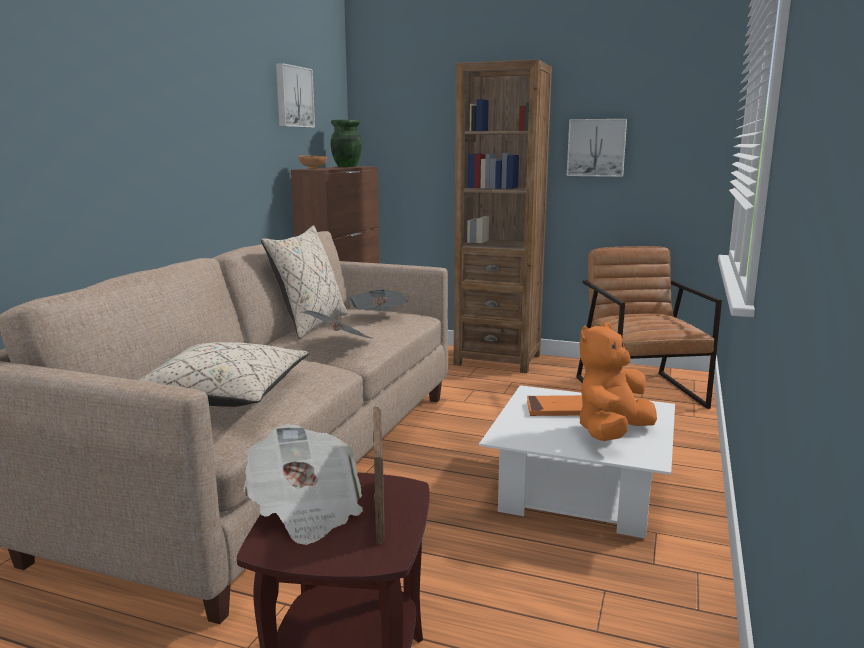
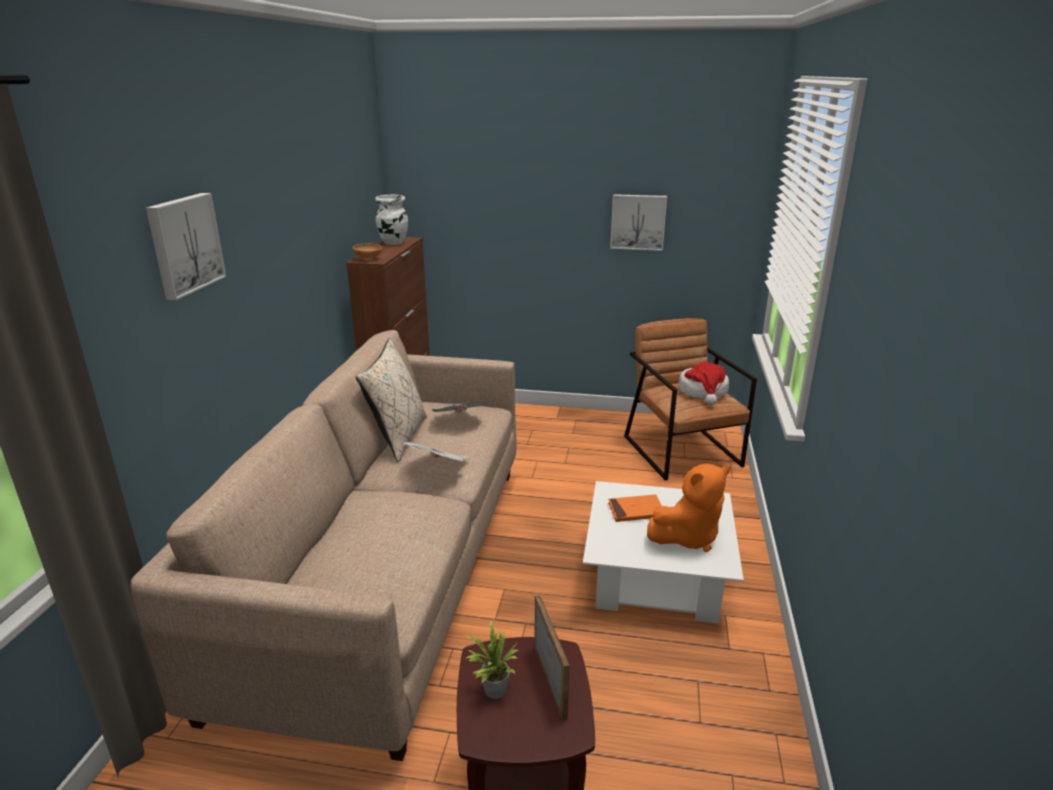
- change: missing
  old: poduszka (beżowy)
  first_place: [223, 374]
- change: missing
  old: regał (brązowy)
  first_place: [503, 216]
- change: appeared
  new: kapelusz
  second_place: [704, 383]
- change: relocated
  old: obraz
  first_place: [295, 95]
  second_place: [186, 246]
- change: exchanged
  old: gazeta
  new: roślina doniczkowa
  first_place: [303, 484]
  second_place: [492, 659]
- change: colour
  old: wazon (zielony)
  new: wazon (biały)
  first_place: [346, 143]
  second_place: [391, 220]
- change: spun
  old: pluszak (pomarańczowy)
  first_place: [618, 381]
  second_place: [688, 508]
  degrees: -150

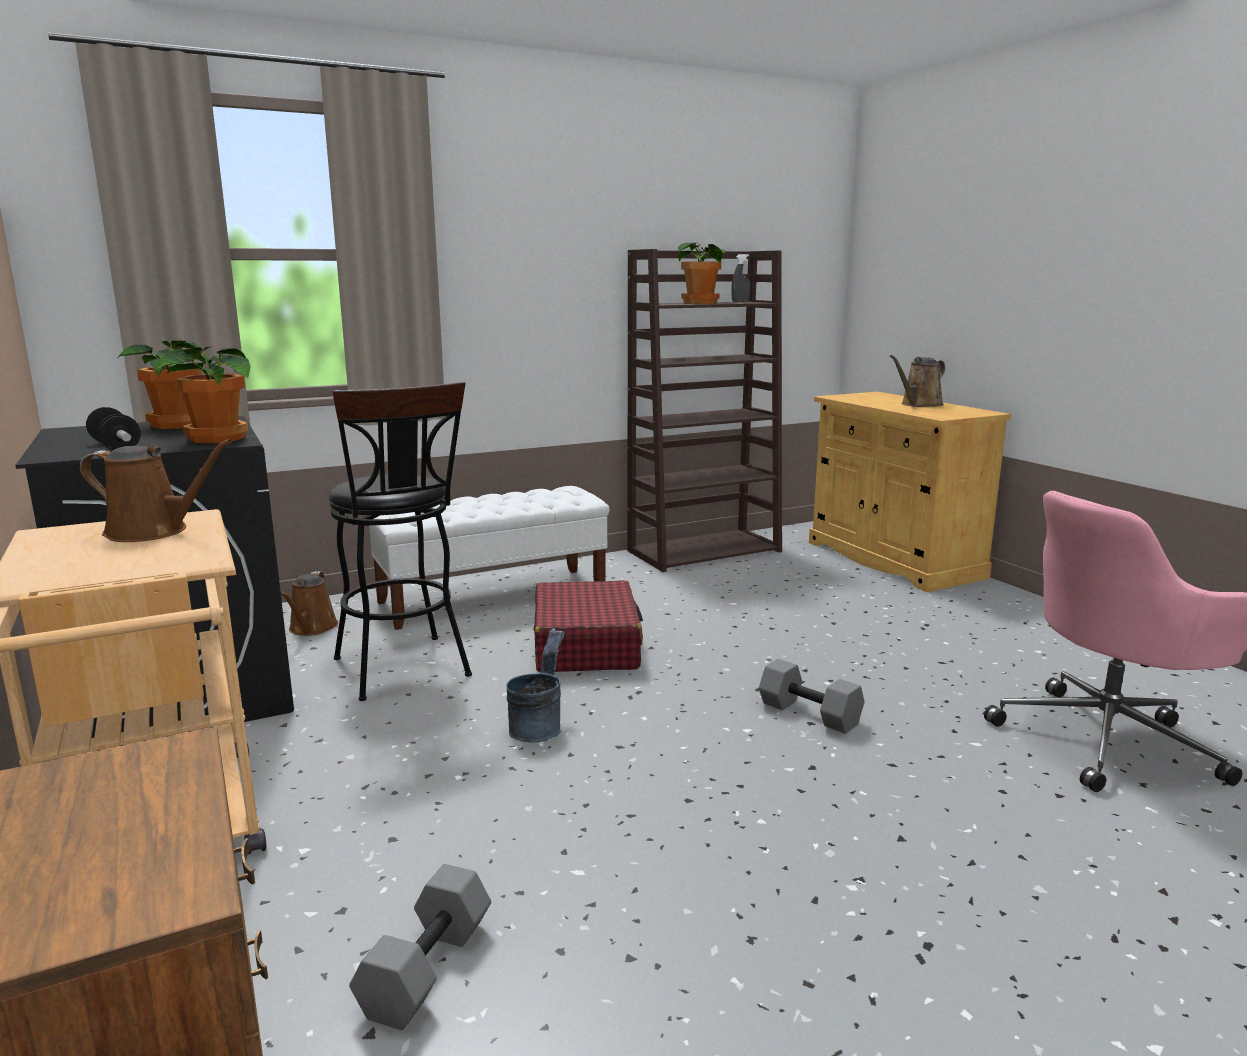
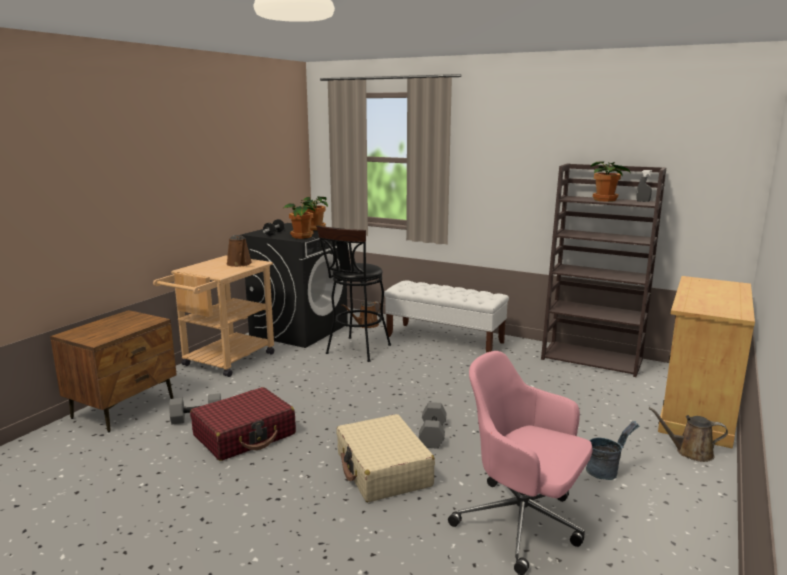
- change: appeared
  new: walizka (beżowy)
  second_place: [385, 458]
- change: relocated
  old: wiadro (szary)
  first_place: [535, 685]
  second_place: [612, 450]
- change: relocated
  old: walizka (czerwony)
  first_place: [588, 626]
  second_place: [243, 424]
- change: relocated
  old: konewka (brązowy)
  first_place: [917, 381]
  second_place: [688, 434]

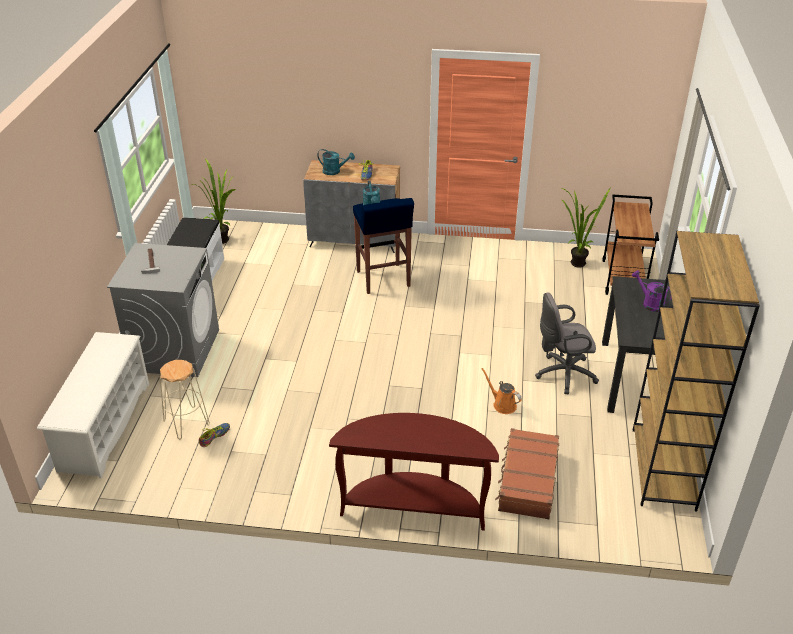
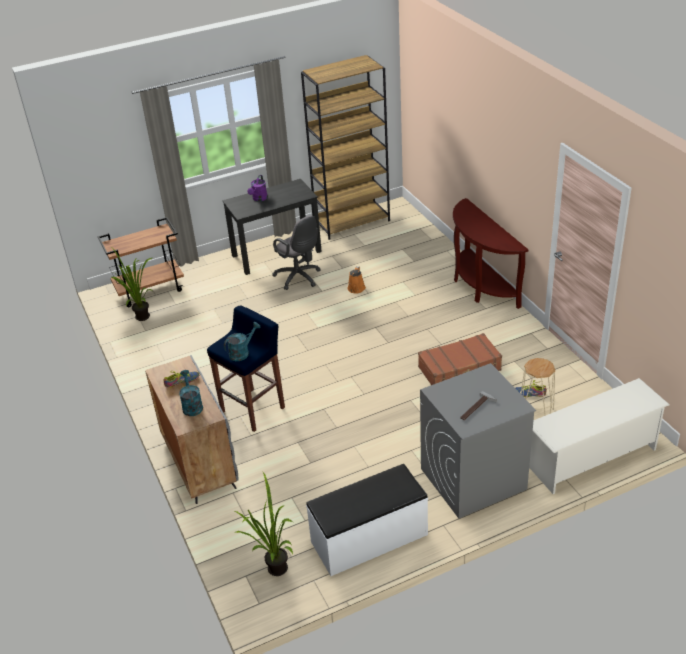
- change: relocated
  old: walizka (brązowy)
  first_place: [527, 473]
  second_place: [460, 359]

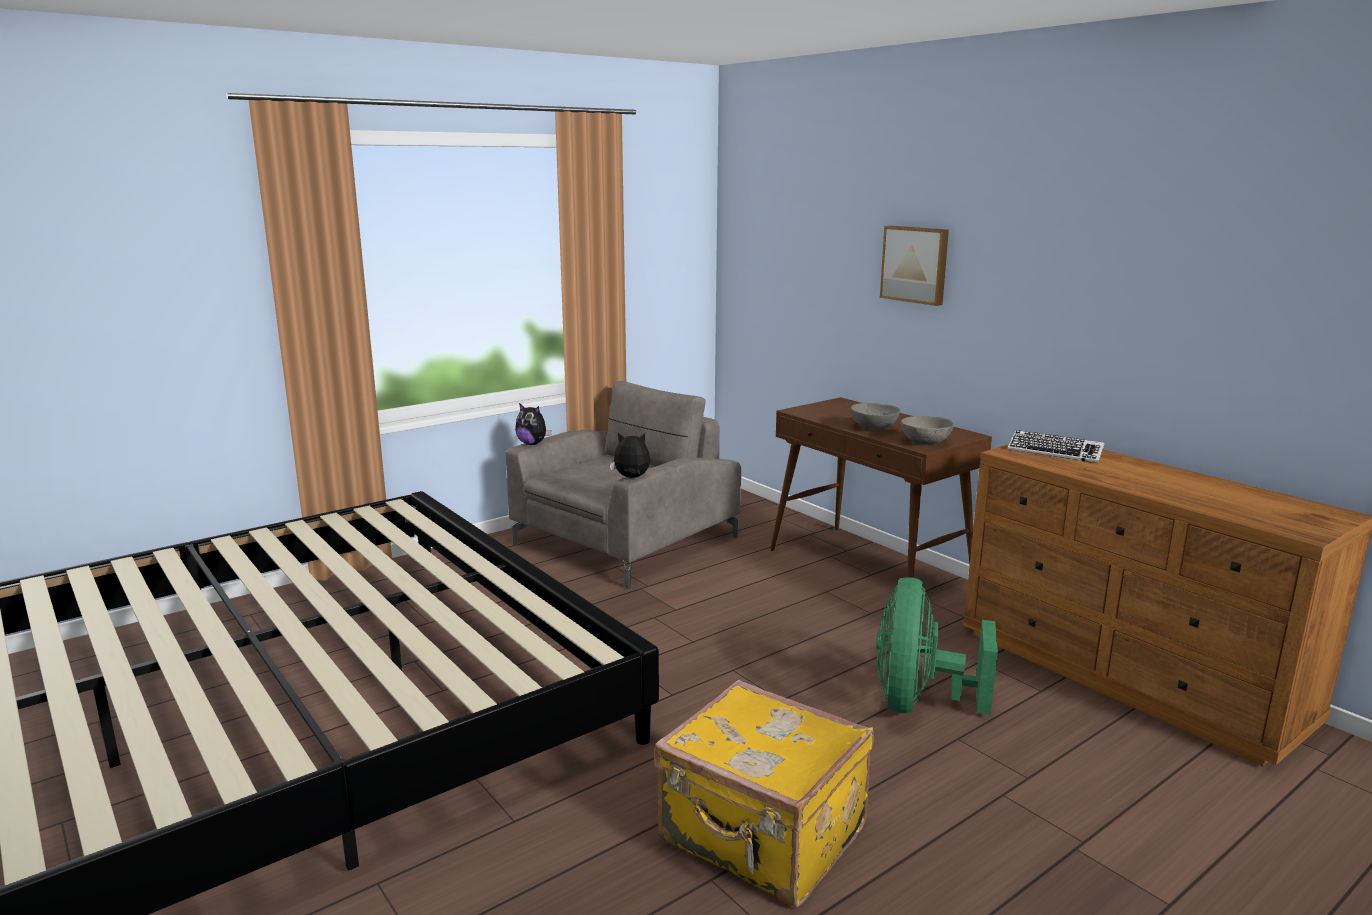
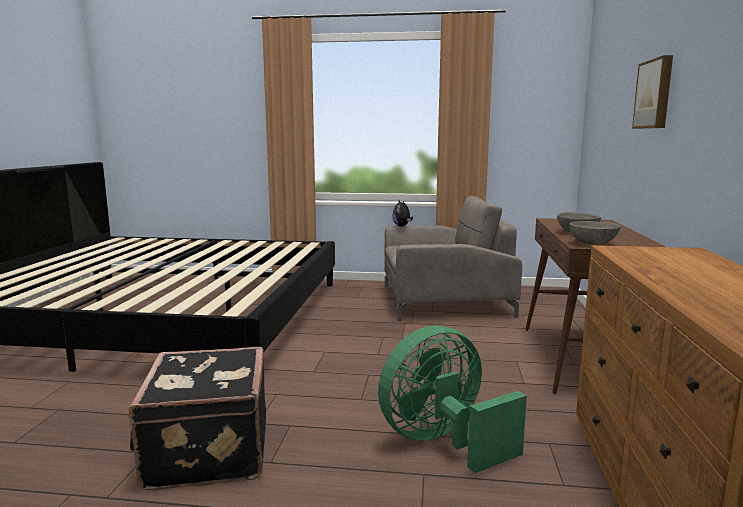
- change: missing
  old: pluszak
  first_place: [630, 455]
- change: missing
  old: klawiatura
  first_place: [1056, 446]
- change: colour
  old: walizka (żółty)
  new: walizka (czarny)
  first_place: [764, 793]
  second_place: [197, 418]

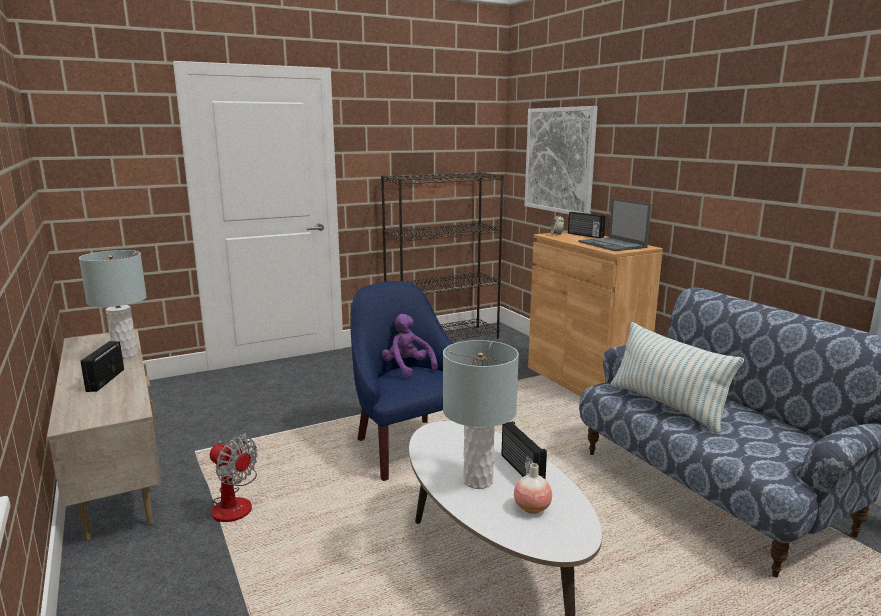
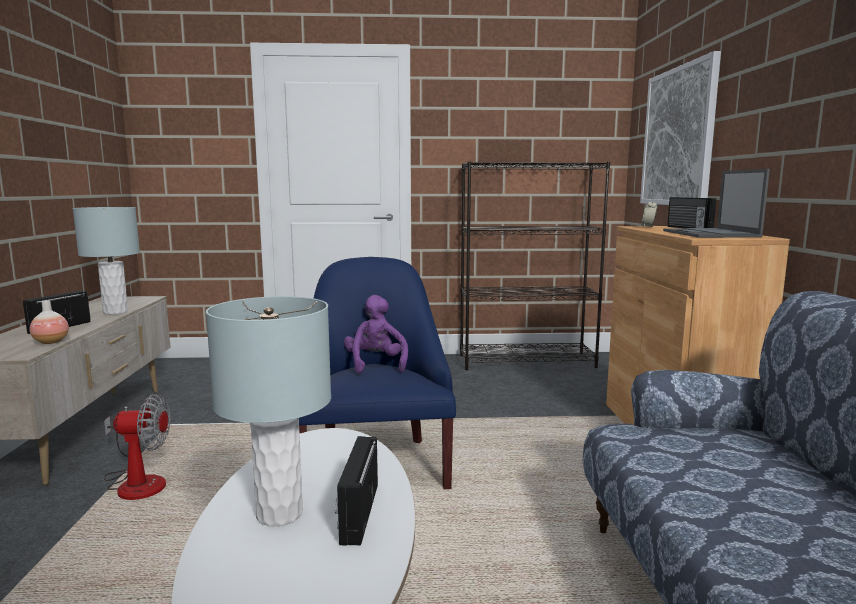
- change: missing
  old: poduszka
  first_place: [677, 378]
- change: relocated
  old: wazon
  first_place: [533, 488]
  second_place: [49, 322]
- change: spun
  old: wentylator
  first_place: [234, 477]
  second_place: [137, 447]
  degrees: -60

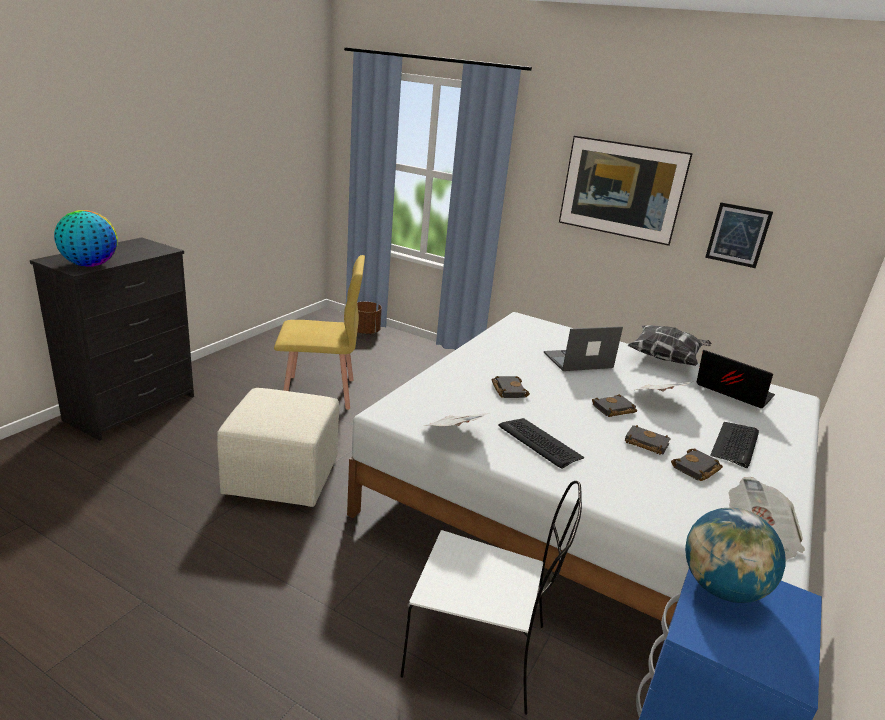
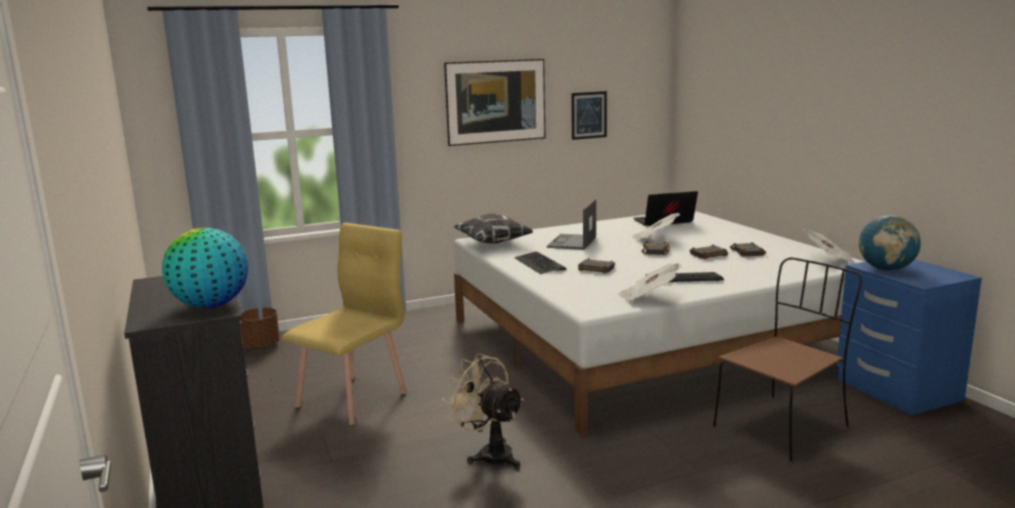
- change: relocated
  old: poduszka
  first_place: [670, 345]
  second_place: [493, 228]
- change: relocated
  old: klawiatura
  first_place: [734, 445]
  second_place: [540, 262]
- change: exchanged
  old: pufa (beżowy)
  new: wentylator (beżowy)
  first_place: [278, 447]
  second_place: [483, 411]
- change: colour
  old: krzesło (biały)
  new: krzesło (brązowy)
  first_place: [491, 598]
  second_place: [787, 359]

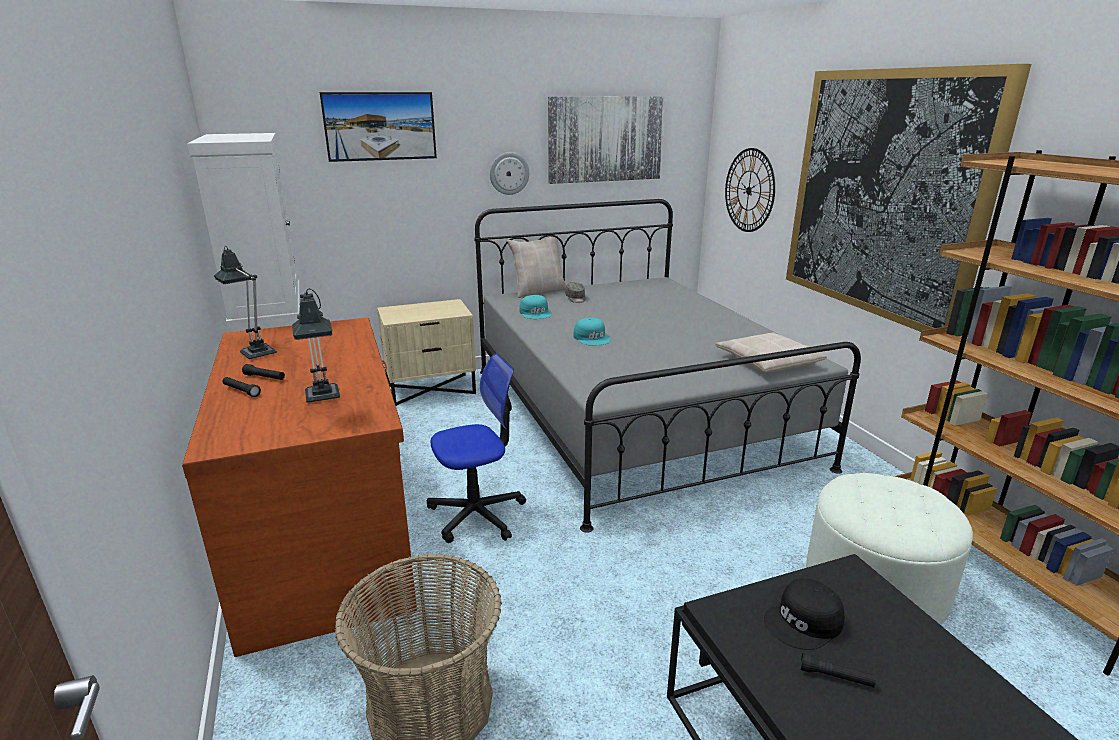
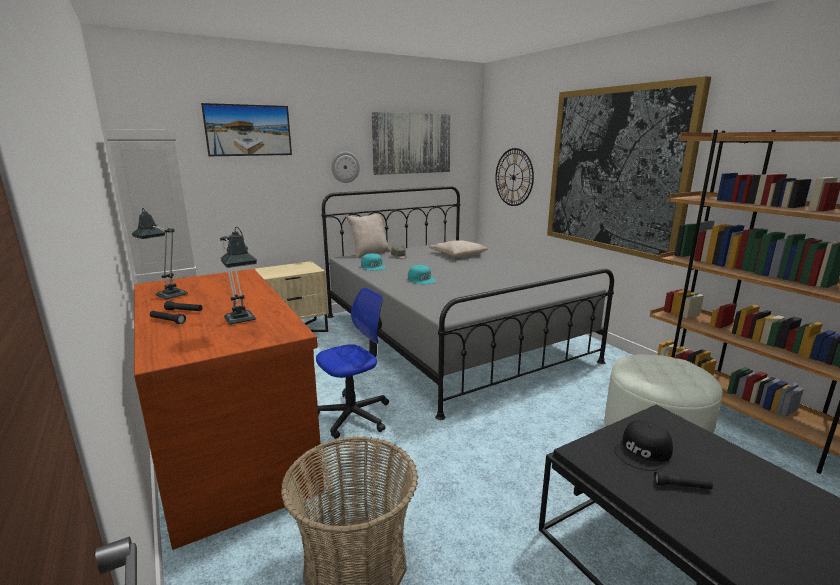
- change: relocated
  old: poduszka (beżowy)
  first_place: [771, 352]
  second_place: [458, 249]

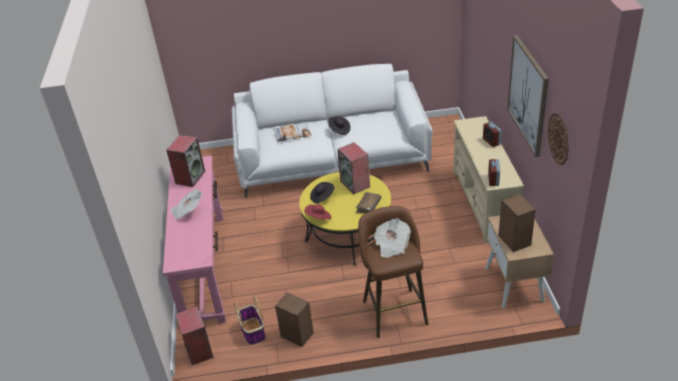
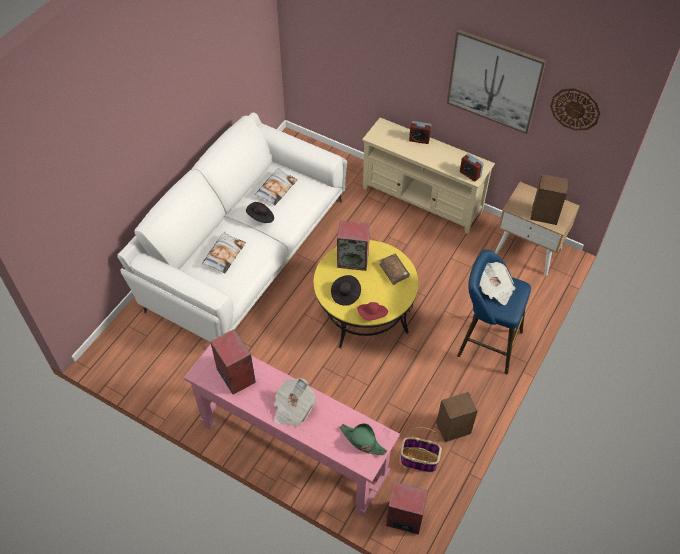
- change: appeared
  new: poduszka
  second_place: [276, 186]
- change: appeared
  new: kapelusz (zielony)
  second_place: [363, 439]
- change: colour
  old: stołek (brązowy)
  new: stołek (niebieski)
  first_place: [393, 272]
  second_place: [494, 311]

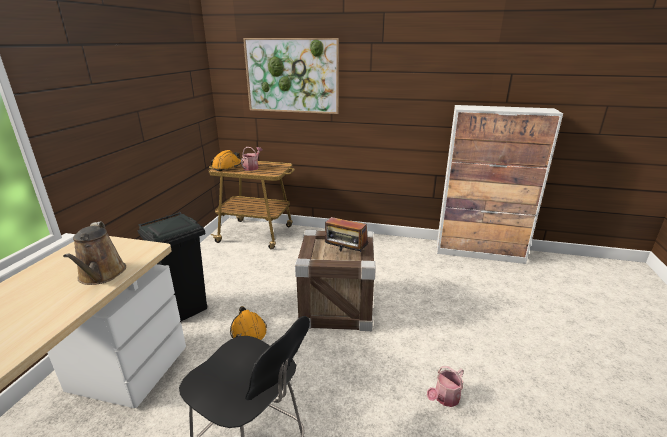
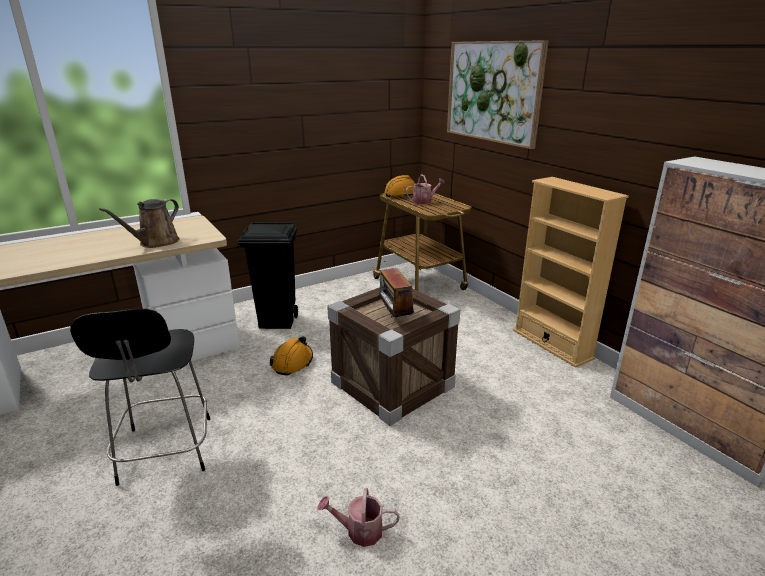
- change: appeared
  new: regał (beżowy)
  second_place: [571, 272]

